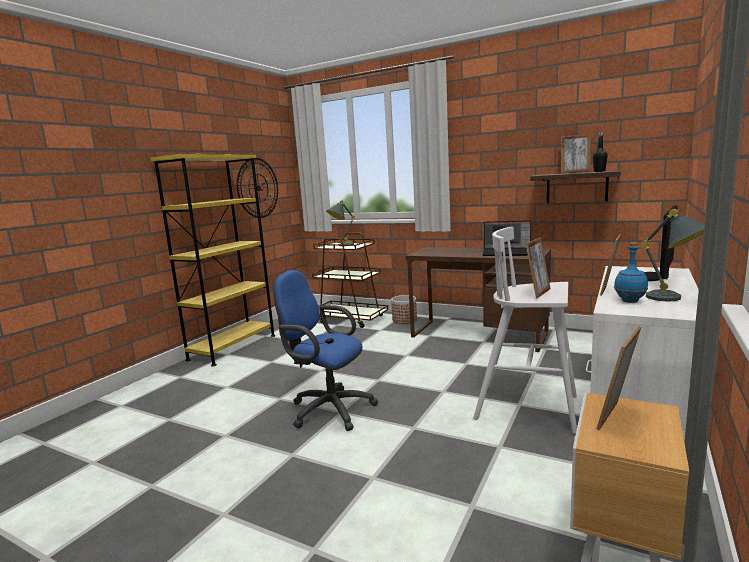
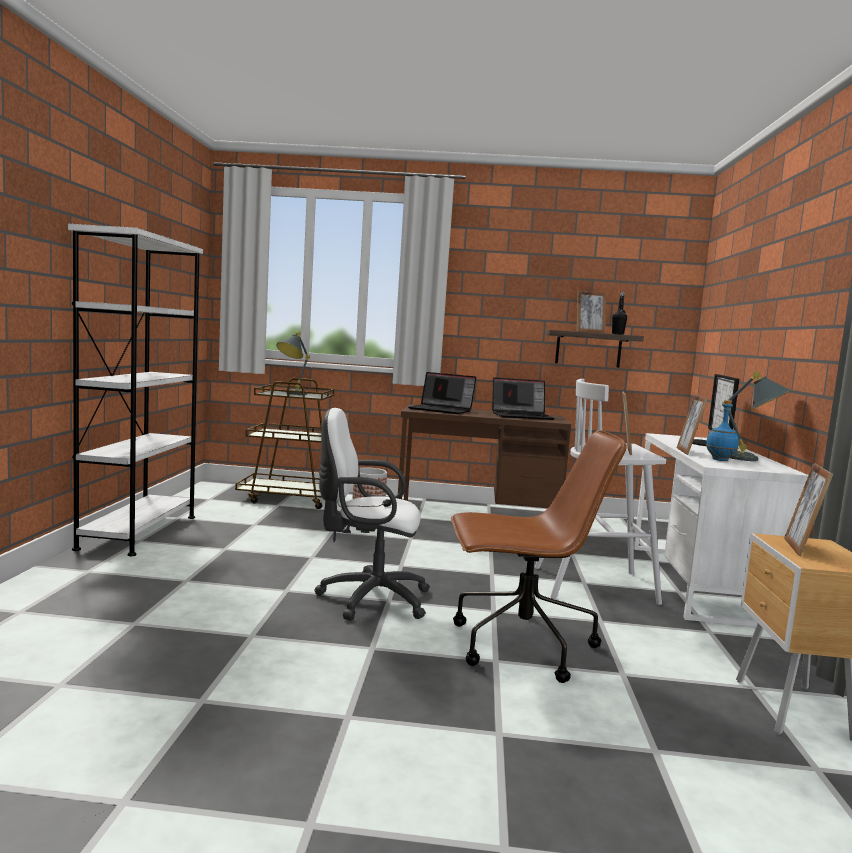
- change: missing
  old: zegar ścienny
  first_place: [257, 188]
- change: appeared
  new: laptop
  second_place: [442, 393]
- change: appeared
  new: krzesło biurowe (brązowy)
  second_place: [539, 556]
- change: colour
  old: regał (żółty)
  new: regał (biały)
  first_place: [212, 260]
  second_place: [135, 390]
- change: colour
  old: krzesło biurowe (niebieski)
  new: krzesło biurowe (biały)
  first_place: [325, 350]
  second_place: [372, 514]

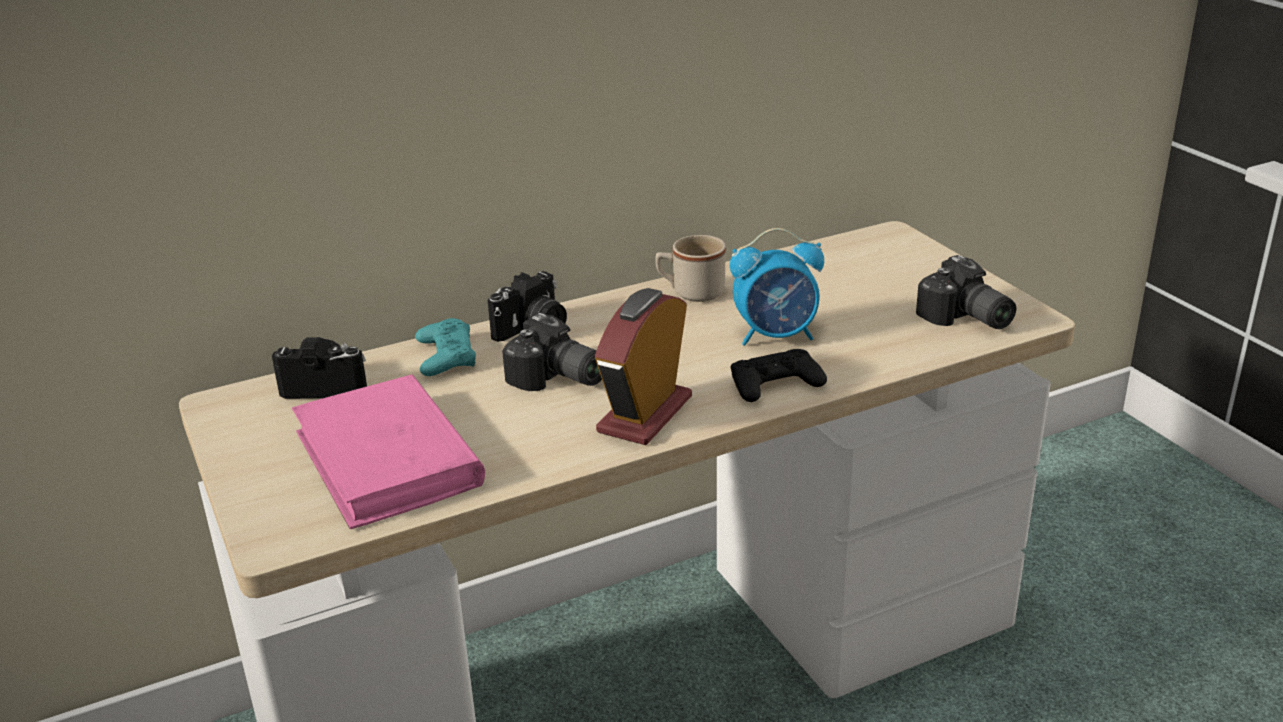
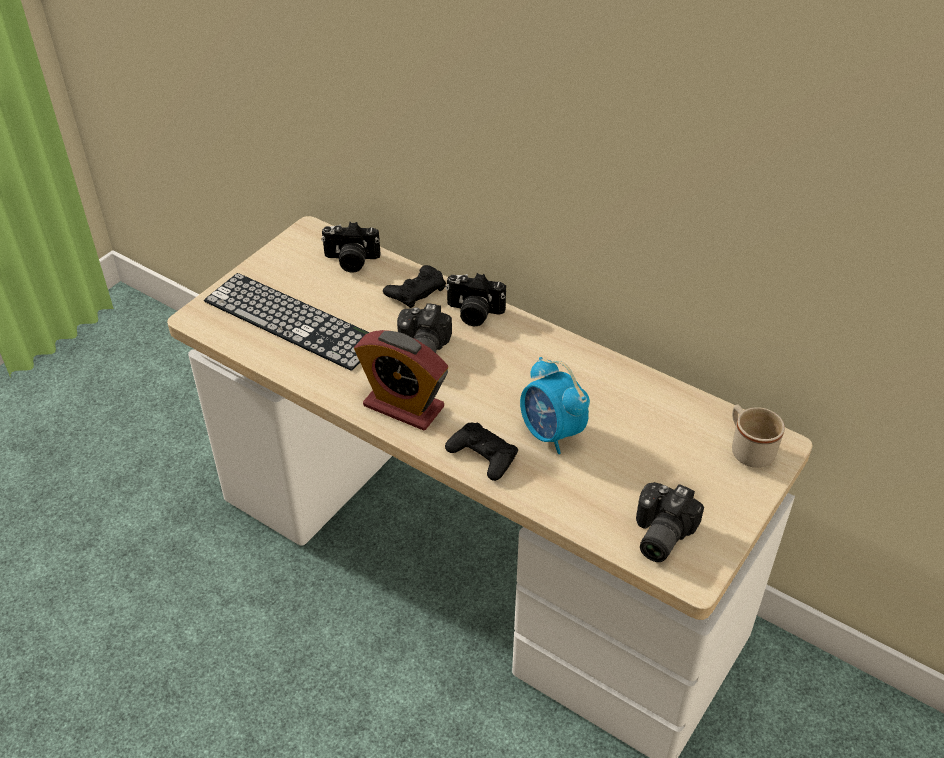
- change: relocated
  old: kubek (beżowy)
  first_place: [691, 268]
  second_place: [758, 436]
- change: exchanged
  old: książka (różowy)
  new: klawiatura
  first_place: [388, 451]
  second_place: [287, 322]
- change: colour
  old: pad do gier (turkusowy)
  new: pad do gier (czarny)
  first_place: [445, 347]
  second_place: [414, 286]
- change: spun
  old: aparat fotograficzny
  first_place: [319, 368]
  second_place: [351, 247]
  degrees: 120
- change: spun
  old: budzik
  first_place: [643, 366]
  second_place: [401, 380]
  degrees: -150

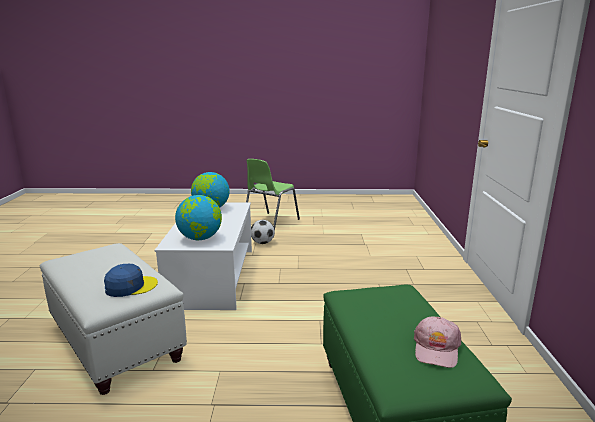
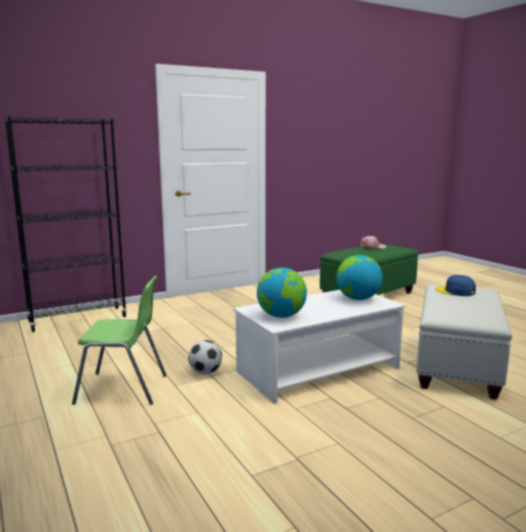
- change: appeared
  new: regał (czarny)
  second_place: [66, 224]

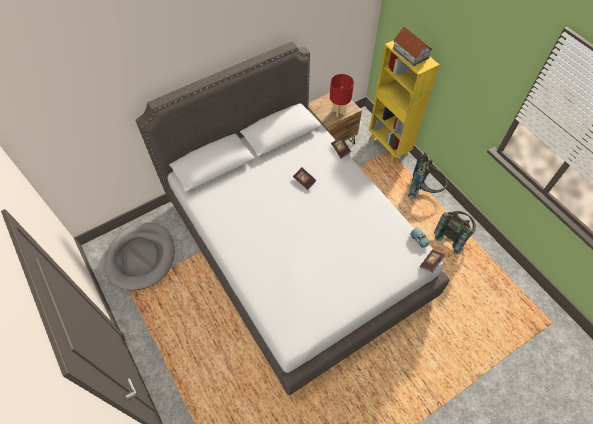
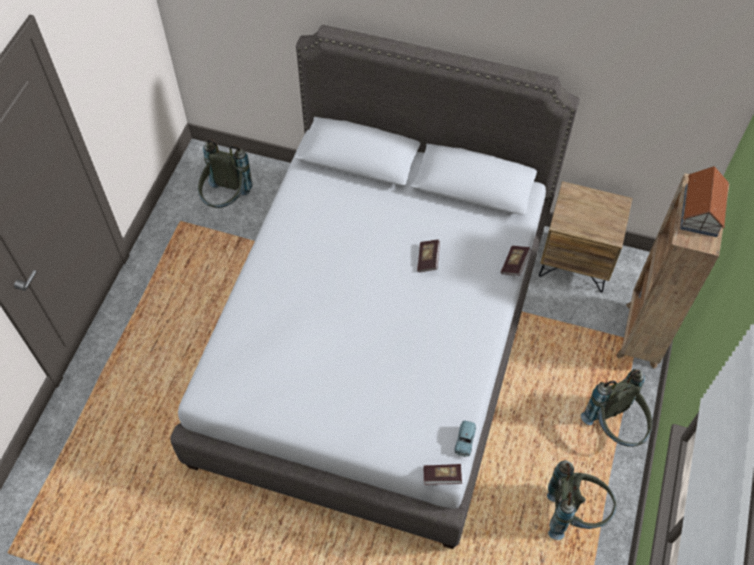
- change: missing
  old: lampa stołowa (czerwony)
  first_place: [342, 95]
- change: exchanged
  old: legowisko (szary)
  new: plecak (szary)
  first_place: [140, 256]
  second_place: [225, 174]
- change: colour
  old: regał (żółty)
  new: regał (brązowy)
  first_place: [404, 101]
  second_place: [672, 271]

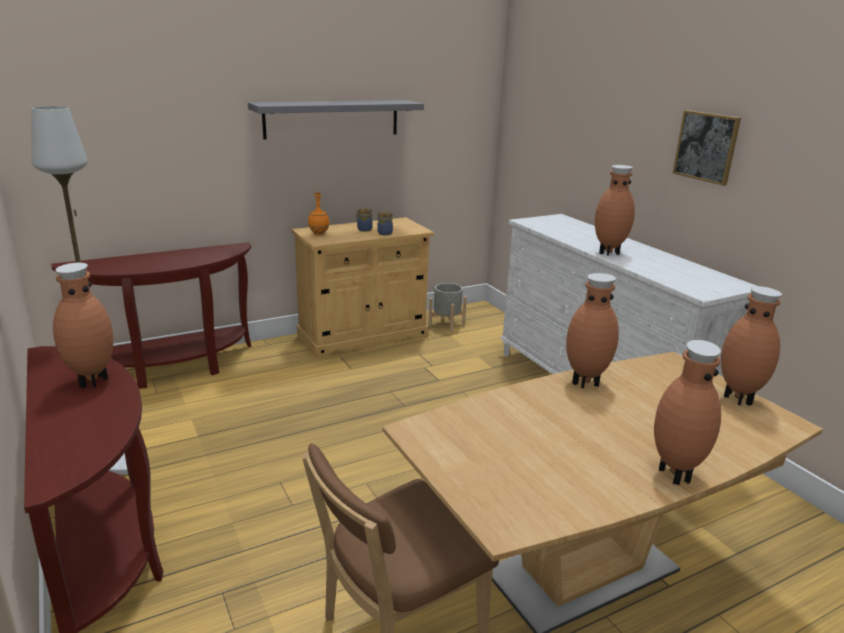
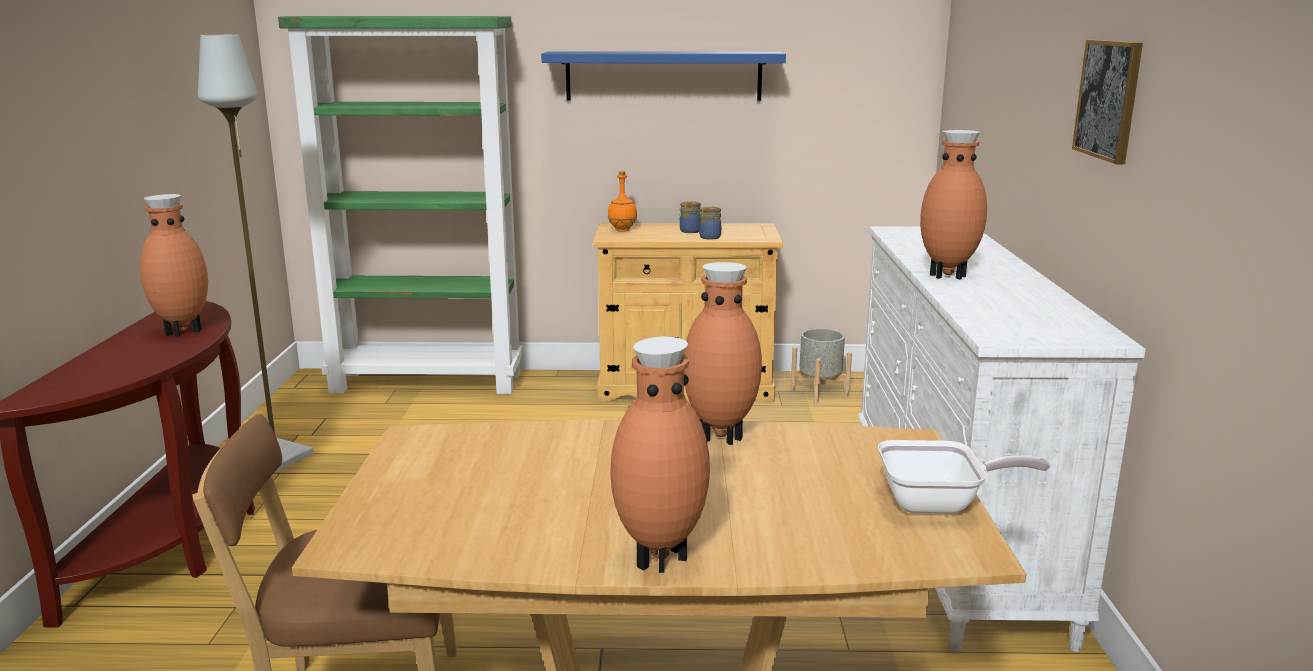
- change: exchanged
  old: stolik konsolowy (brązowy)
  new: regał (zielony)
  first_place: [151, 315]
  second_place: [400, 205]
- change: exchanged
  old: wazon (brązowy)
  new: patelnia
  first_place: [751, 346]
  second_place: [964, 477]
- change: colour
  old: półka (szary)
  new: półka (niebieski)
  first_place: [336, 120]
  second_place: [663, 76]

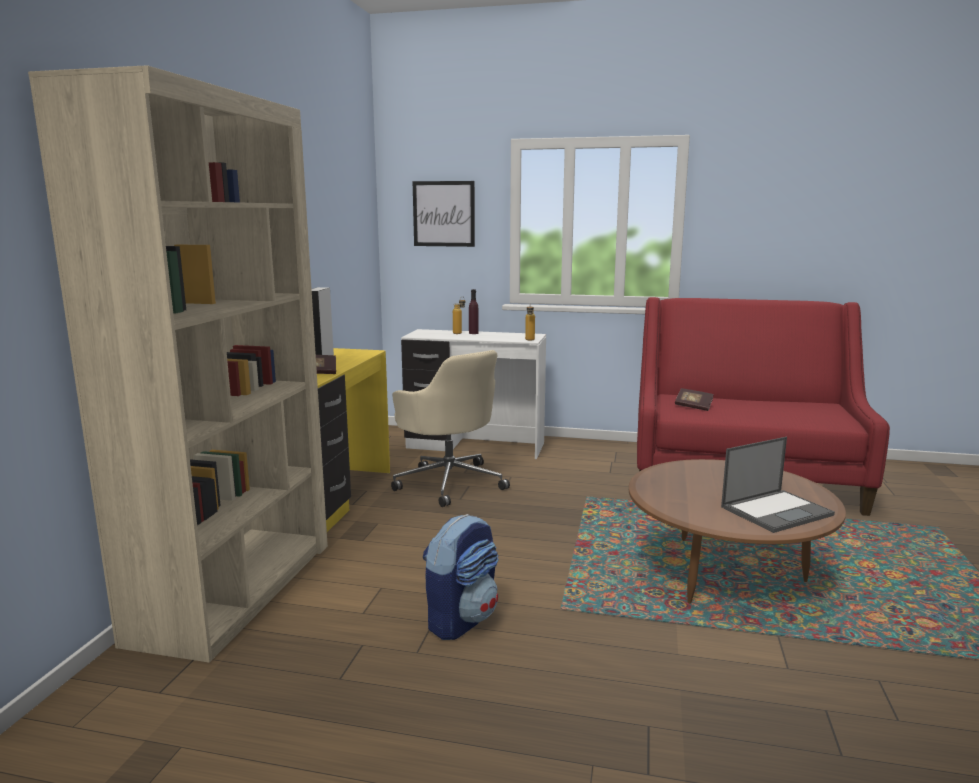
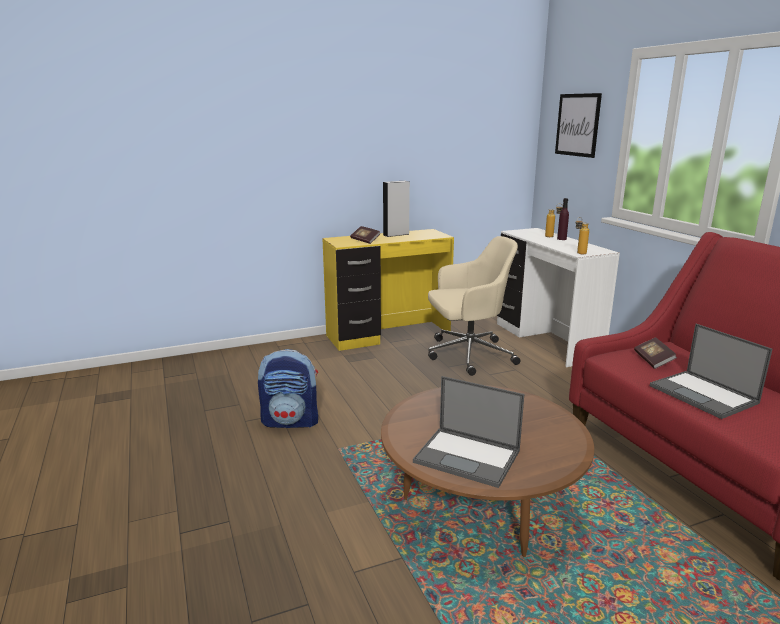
- change: missing
  old: regał (beżowy)
  first_place: [178, 364]
- change: appeared
  new: laptop
  second_place: [711, 371]
- change: spun
  old: krzesło biurowe (beżowy)
  first_place: [450, 428]
  second_place: [474, 306]
  degrees: -120

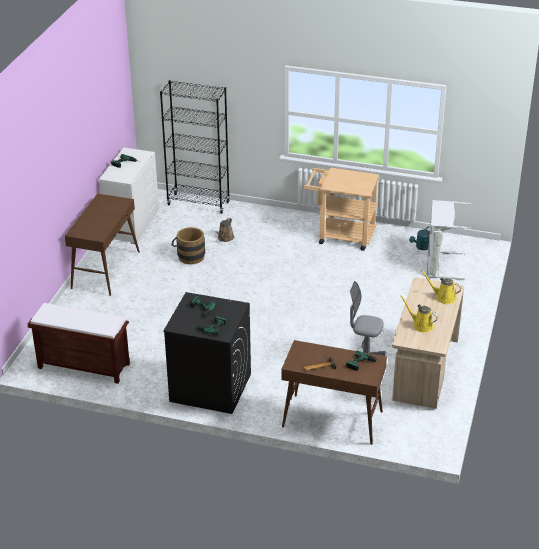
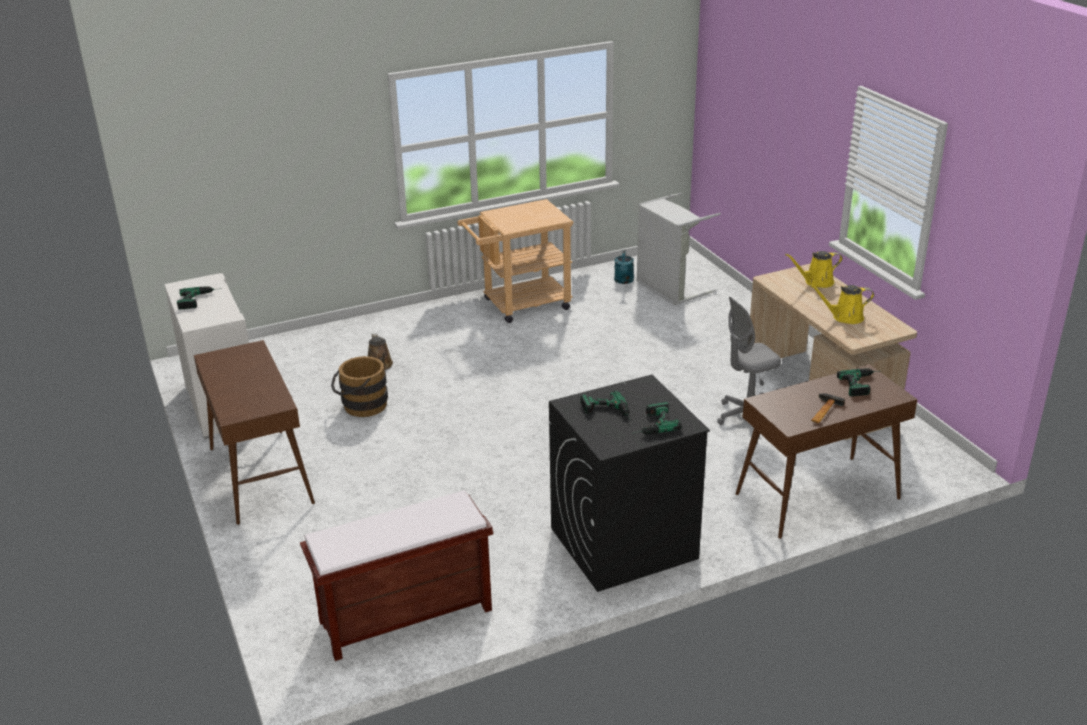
- change: missing
  old: regał (czarny)
  first_place: [195, 147]

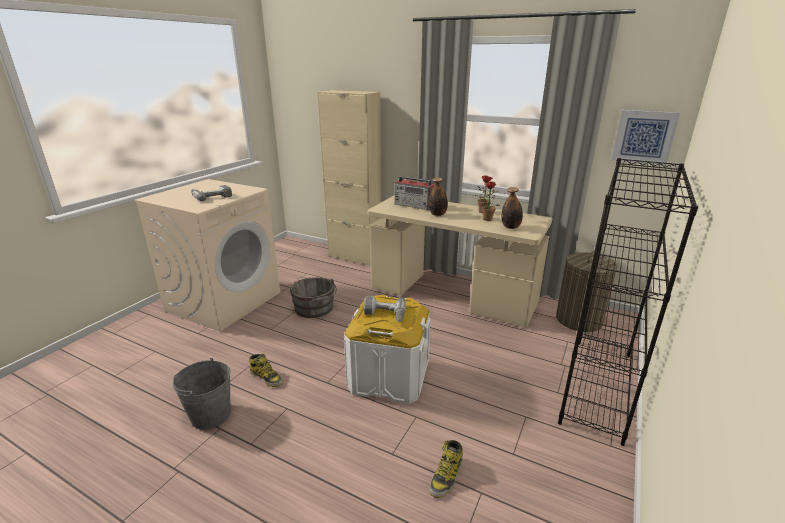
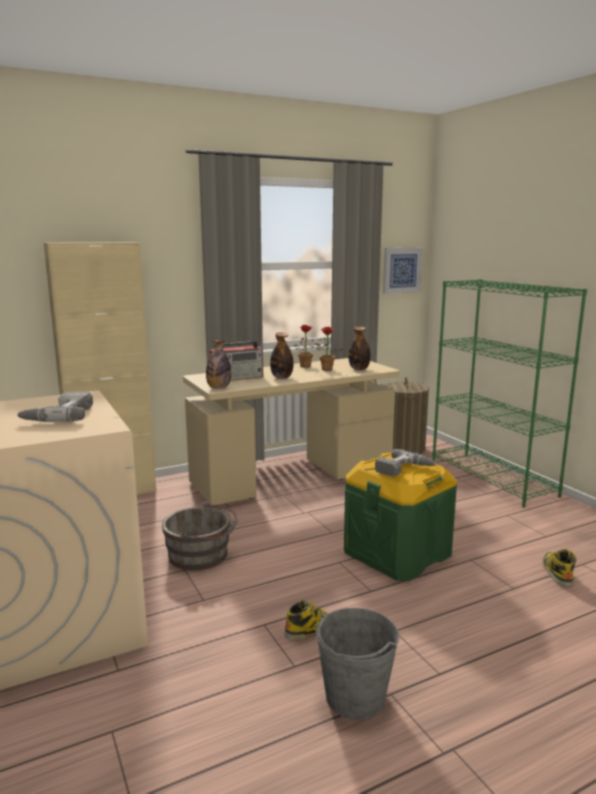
- change: appeared
  new: butelka
  second_place: [218, 364]
- change: colour
  old: pojemnik do przechowywania (biały)
  new: pojemnik do przechowywania (zielony)
  first_place: [387, 349]
  second_place: [400, 517]
- change: colour
  old: regał (czarny)
  new: regał (zielony)
  first_place: [628, 302]
  second_place: [509, 393]
- change: spun
  old: but z cholewką
  first_place: [446, 469]
  second_place: [559, 568]
  degrees: -150

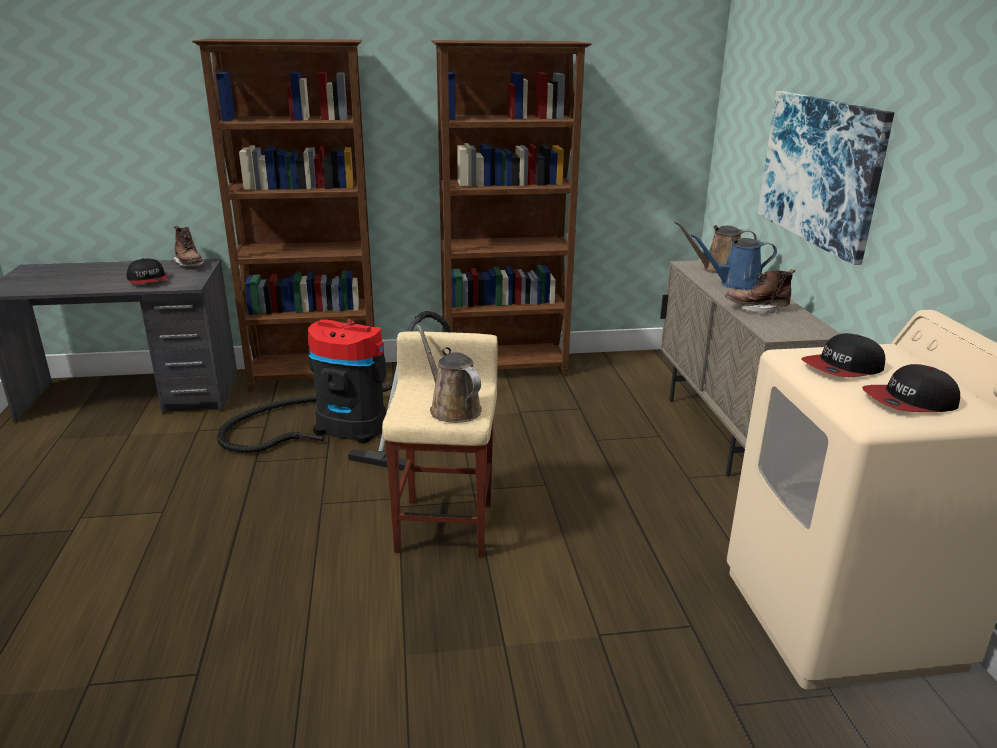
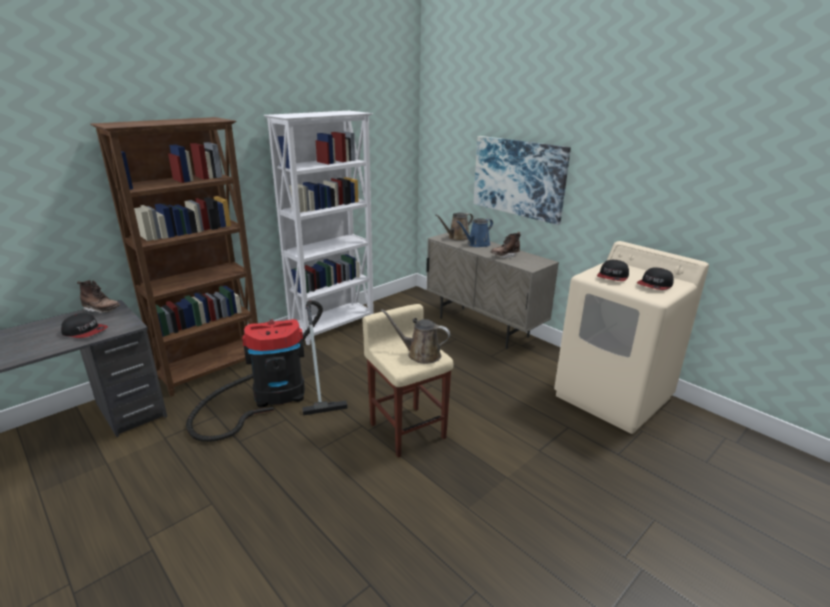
- change: colour
  old: regał (brązowy)
  new: regał (biały)
  first_place: [511, 208]
  second_place: [319, 228]

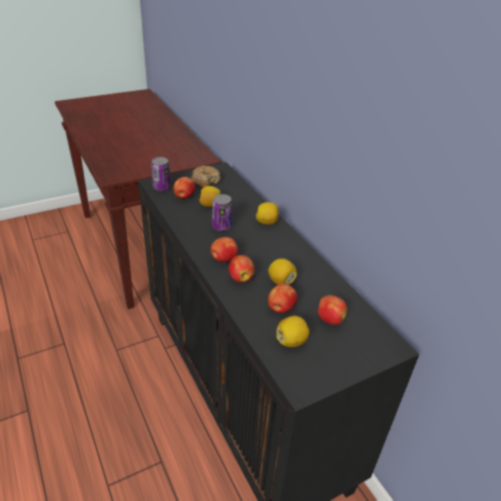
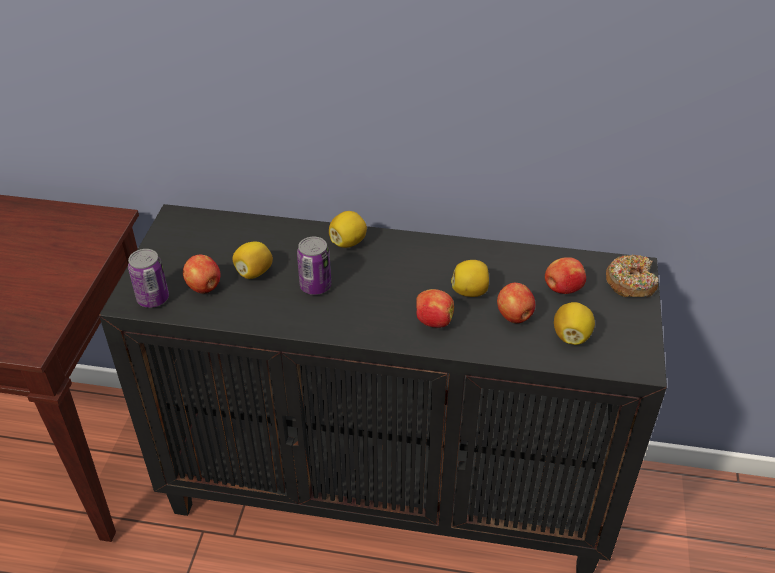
- change: missing
  old: jabłko
  first_place: [224, 249]
- change: relocated
  old: donut
  first_place: [206, 176]
  second_place: [632, 276]

